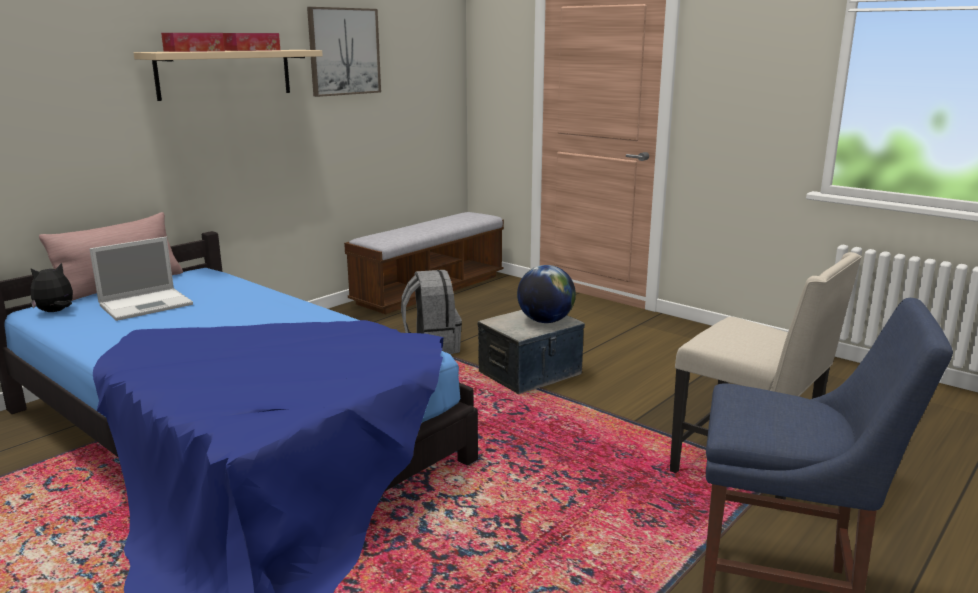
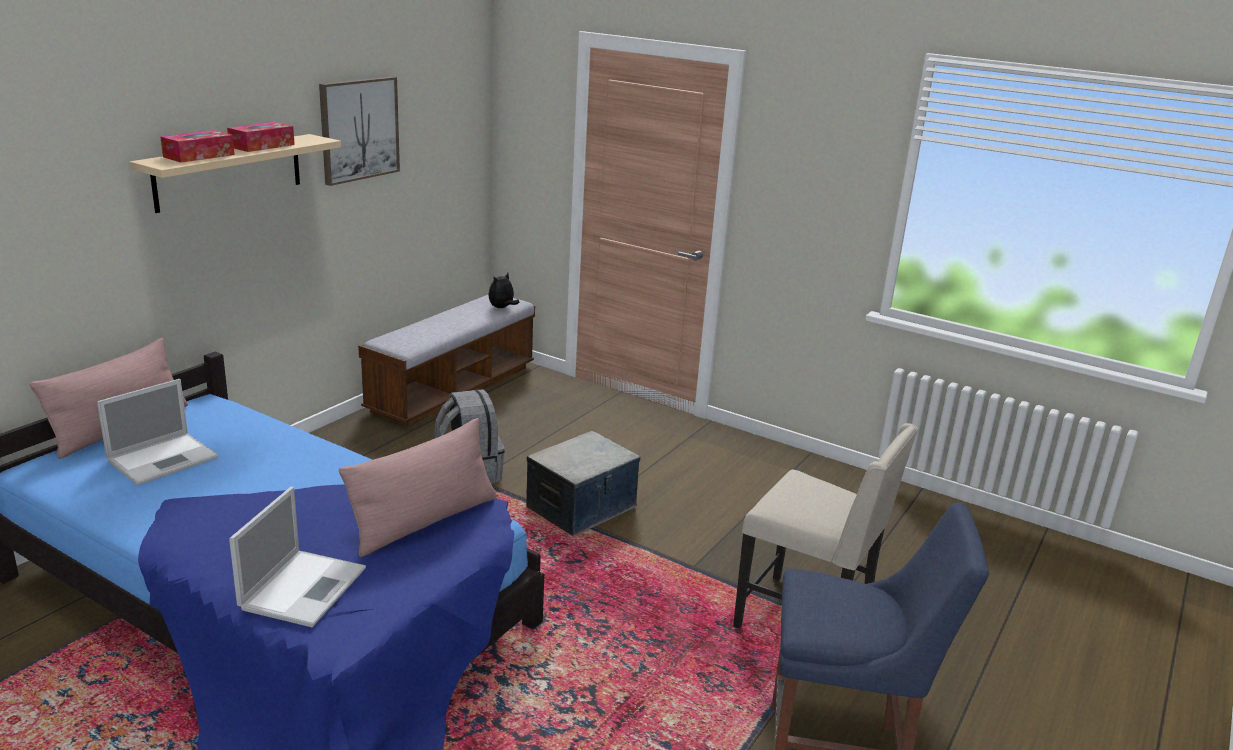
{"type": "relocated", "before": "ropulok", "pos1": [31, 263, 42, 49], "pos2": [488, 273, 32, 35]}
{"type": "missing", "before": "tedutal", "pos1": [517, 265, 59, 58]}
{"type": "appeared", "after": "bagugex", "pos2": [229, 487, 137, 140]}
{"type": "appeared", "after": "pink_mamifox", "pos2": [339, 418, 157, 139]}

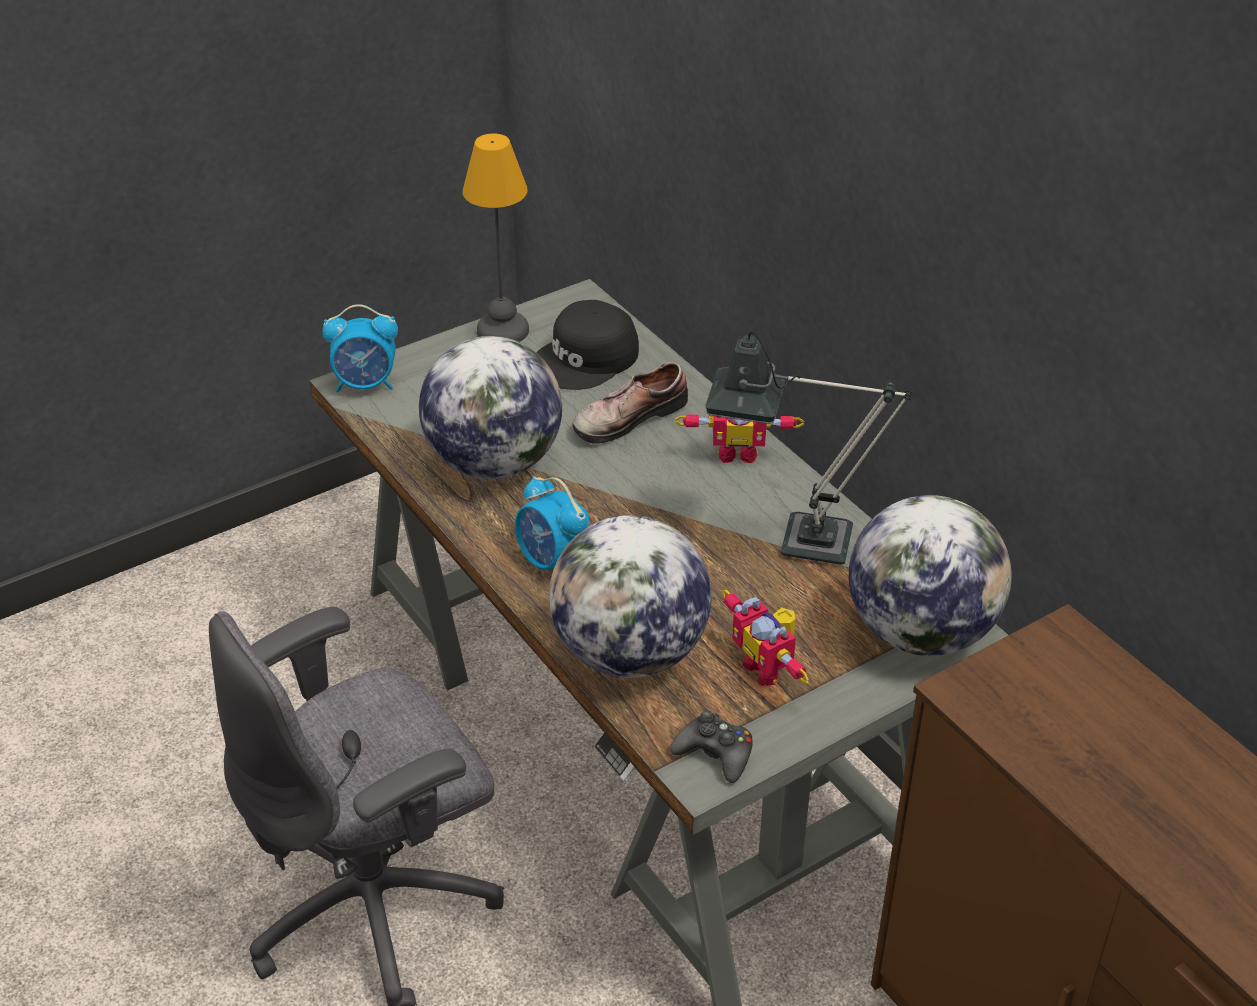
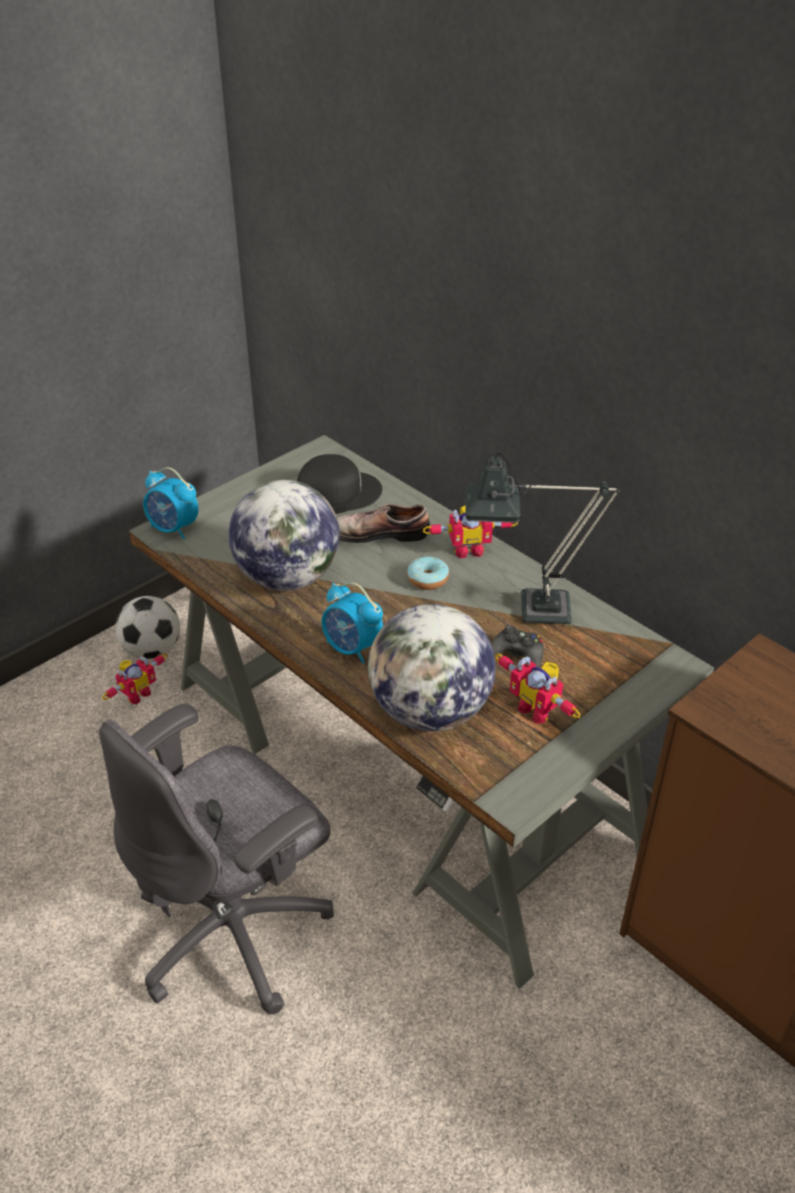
{"type": "spun", "before": "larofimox", "pos1": [323, 304, 75, 88], "pos2": [143, 467, 55, 73], "turn": 45}
{"type": "missing", "before": "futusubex", "pos1": [462, 134, 67, 208]}
{"type": "spun", "before": "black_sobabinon", "pos1": [536, 300, 103, 90], "pos2": [297, 454, 85, 60], "turn": -150}
{"type": "spun", "before": "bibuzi", "pos1": [572, 362, 116, 82], "pos2": [337, 504, 93, 39], "turn": 45}
{"type": "relocated", "before": "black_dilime", "pos1": [670, 710, 83, 73], "pos2": [491, 625, 52, 43]}
{"type": "missing", "before": "tedutal", "pos1": [849, 495, 163, 161]}
{"type": "appeared", "after": "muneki", "pos2": [102, 654, 65, 51]}
{"type": "appeared", "after": "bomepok", "pos2": [115, 596, 65, 63]}
{"type": "appeared", "after": "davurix", "pos2": [407, 556, 42, 34]}

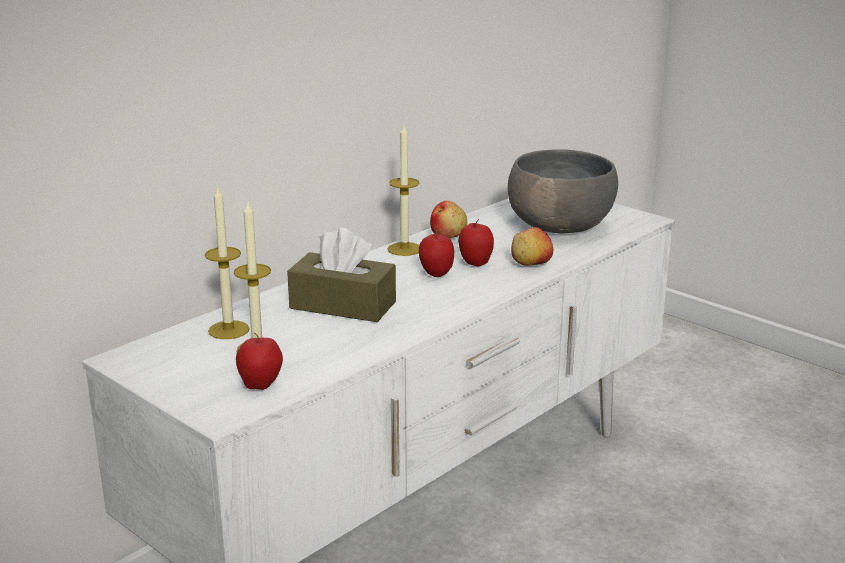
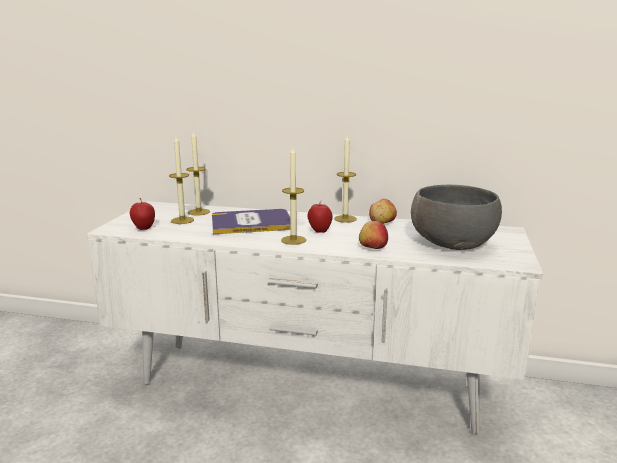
{"type": "exchanged", "before": "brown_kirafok", "after": "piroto", "pos1": [287, 228, 109, 94], "pos2": [212, 209, 78, 25]}
{"type": "missing", "before": "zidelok", "pos1": [458, 219, 36, 47]}
{"type": "appeared", "after": "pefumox", "pos2": [281, 147, 25, 98]}

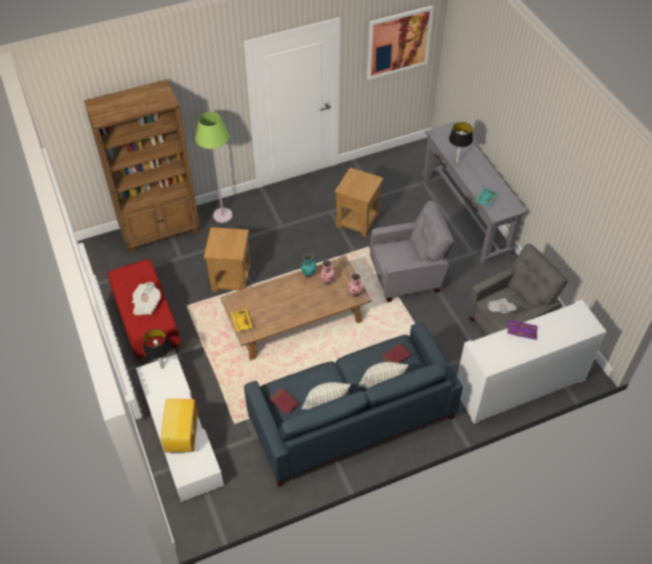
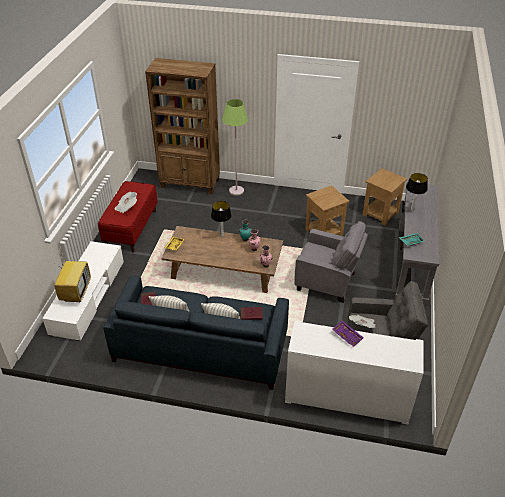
{"type": "relocated", "before": "futusubex", "pos1": [143, 329, 28, 40], "pos2": [211, 201, 21, 36]}
{"type": "spun", "before": "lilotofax", "pos1": [161, 399, 37, 54], "pos2": [55, 249, 36, 54], "turn": 150}
{"type": "relocated", "before": "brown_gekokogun", "pos1": [204, 227, 47, 65], "pos2": [363, 168, 44, 57]}
{"type": "missing", "before": "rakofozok", "pos1": [367, 5, 66, 75]}

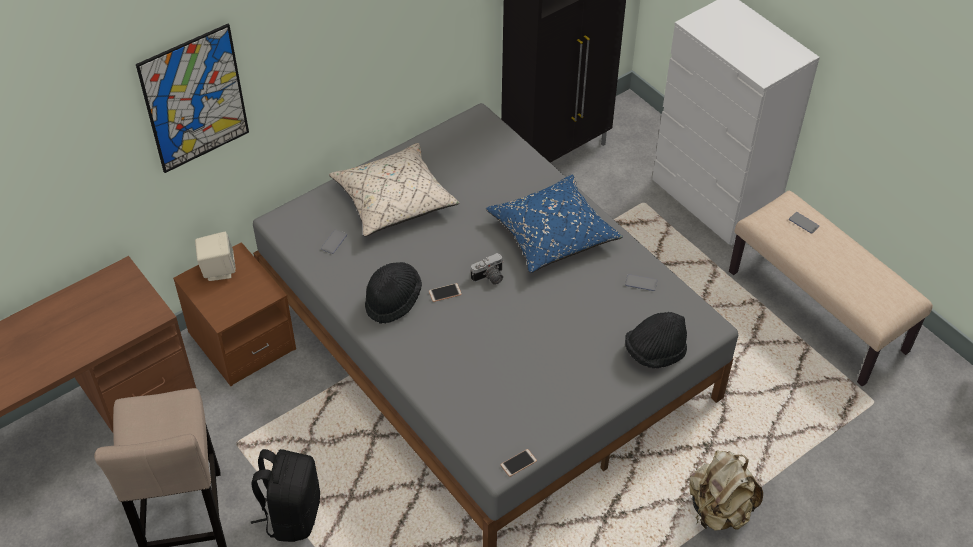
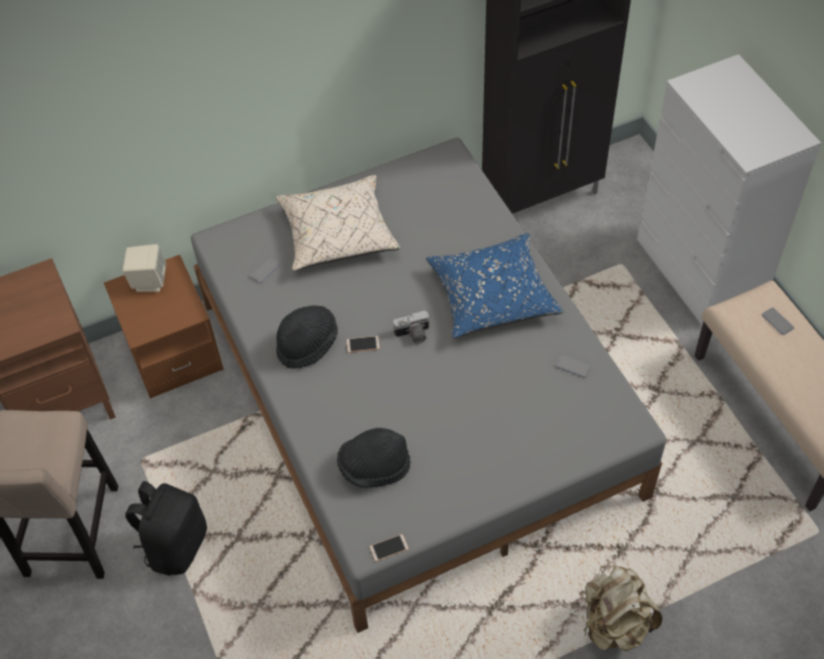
{"type": "missing", "before": "rakofozok", "pos1": [136, 24, 113, 149]}
{"type": "relocated", "before": "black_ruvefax", "pos1": [625, 312, 62, 56], "pos2": [337, 428, 74, 60]}

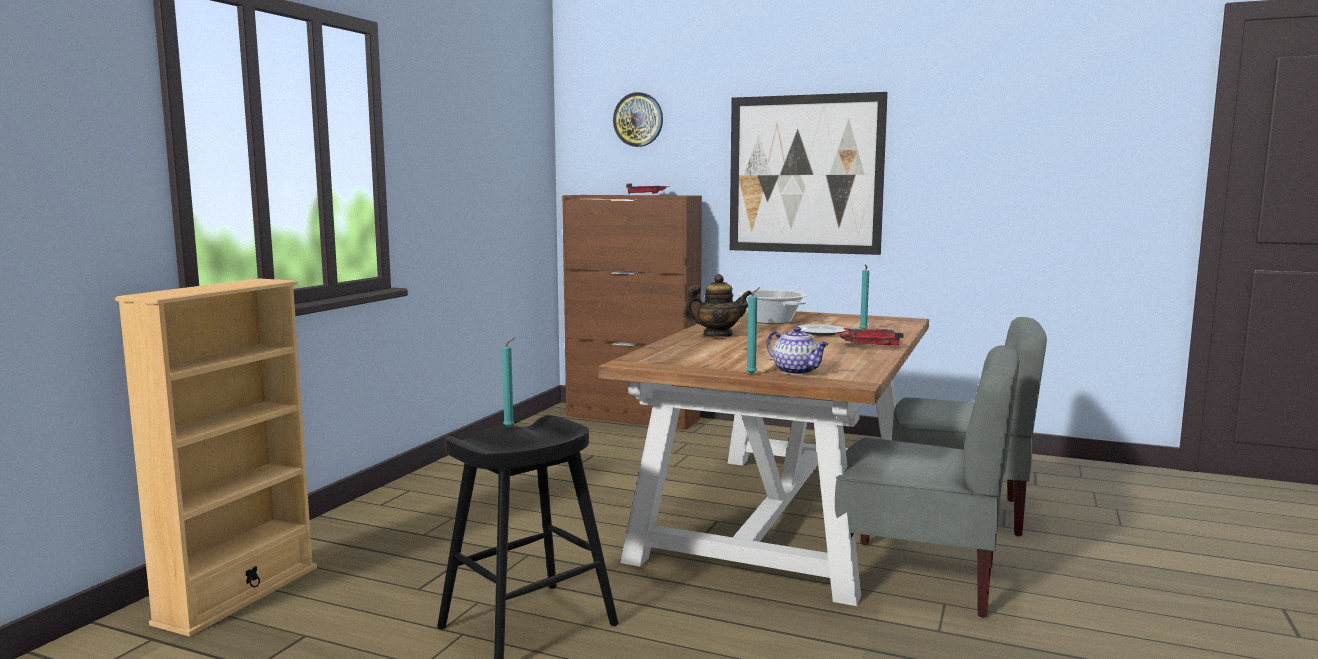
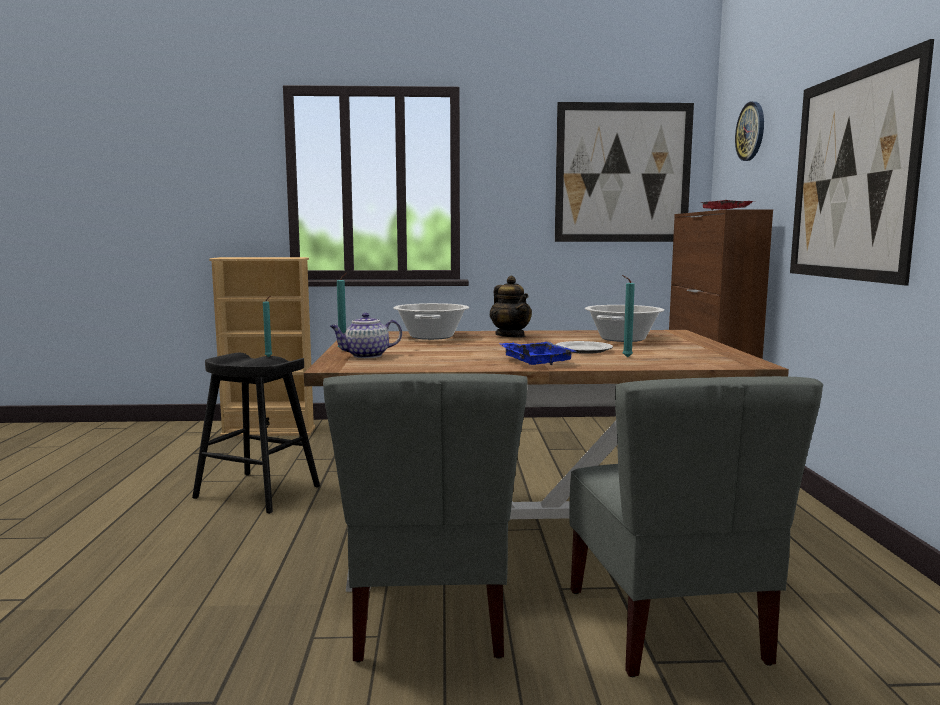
{"type": "spun", "before": "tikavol", "pos1": [767, 326, 61, 49], "pos2": [329, 313, 73, 45], "turn": 45}
{"type": "colour", "before": "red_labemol", "after": "blue_labemol", "pos1": [835, 328, 69, 17], "pos2": [498, 342, 78, 23]}
{"type": "appeared", "after": "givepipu", "pos2": [393, 303, 77, 37]}
{"type": "appeared", "after": "rakofozok", "pos2": [555, 102, 139, 140]}

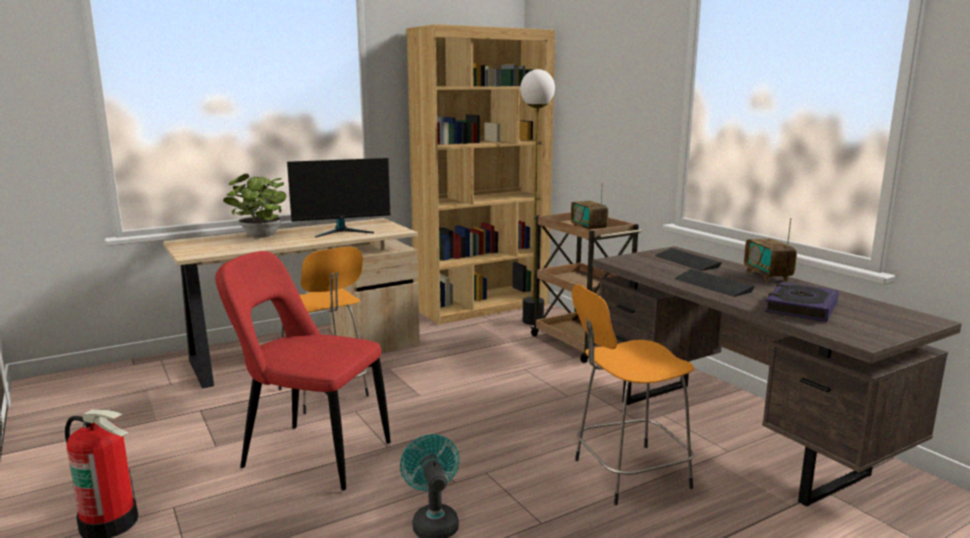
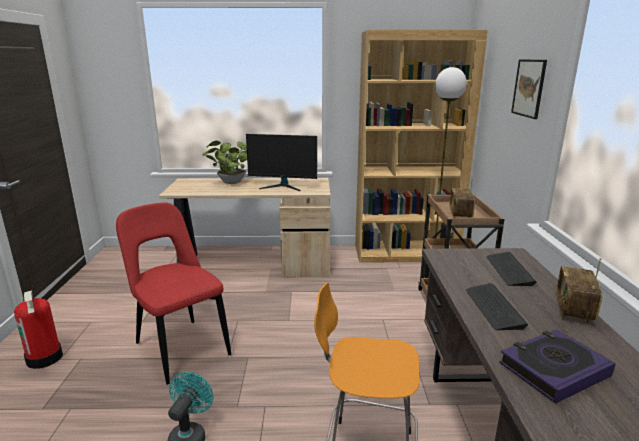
{"type": "missing", "before": "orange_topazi", "pos1": [279, 247, 90, 167]}
{"type": "appeared", "after": "rakofozok", "pos2": [511, 60, 36, 59]}

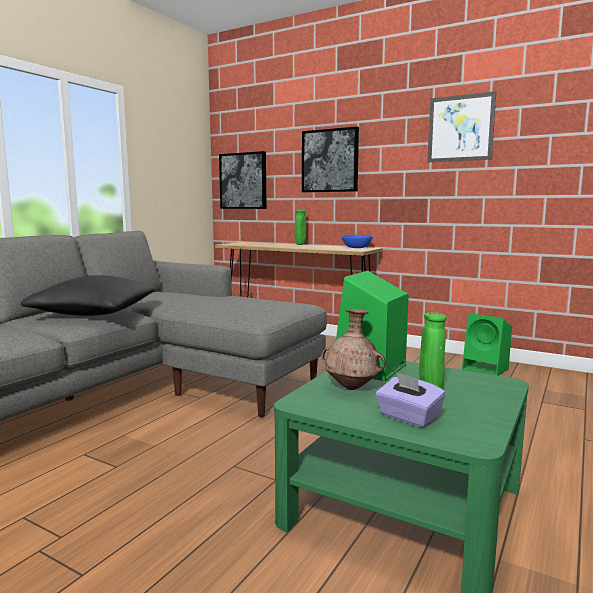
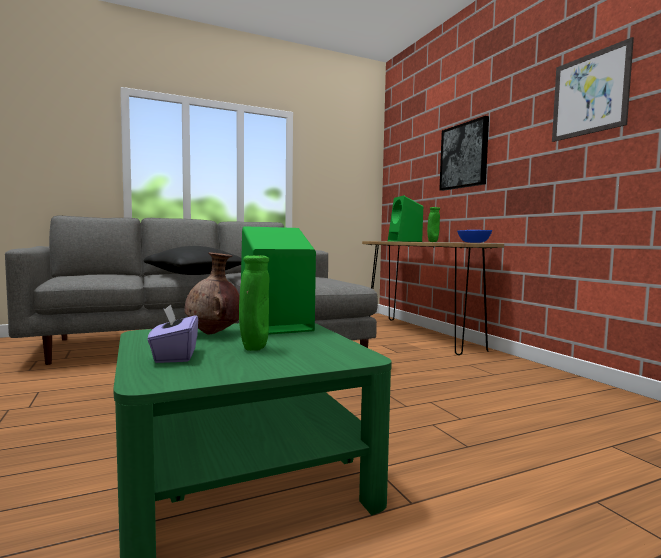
{"type": "missing", "before": "rakofozok", "pos1": [219, 151, 48, 58]}
{"type": "relocated", "before": "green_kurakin", "pos1": [462, 313, 50, 63], "pos2": [388, 196, 35, 46]}

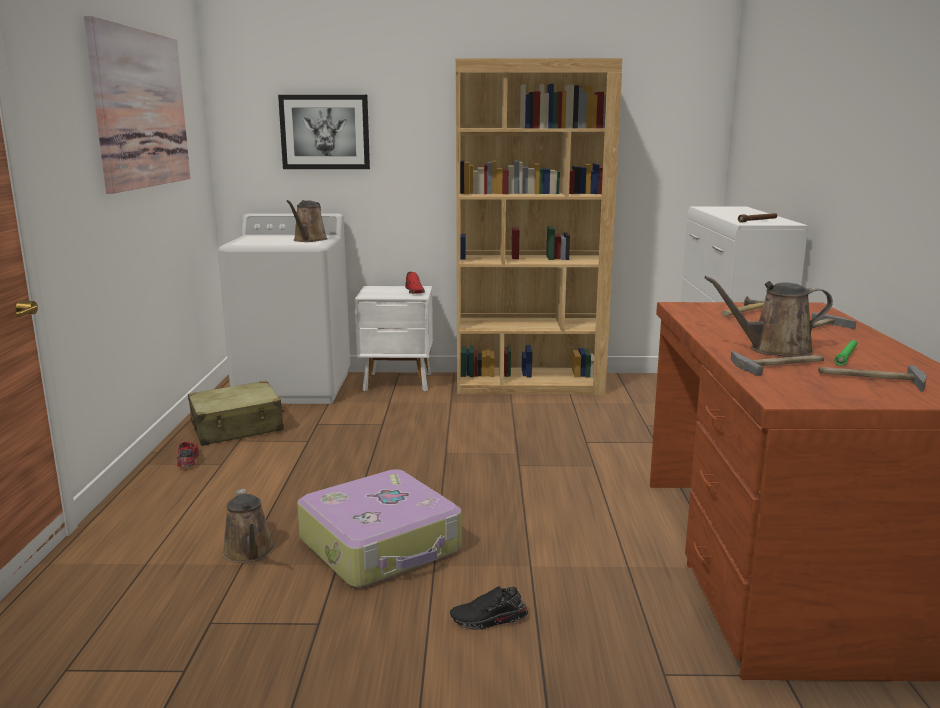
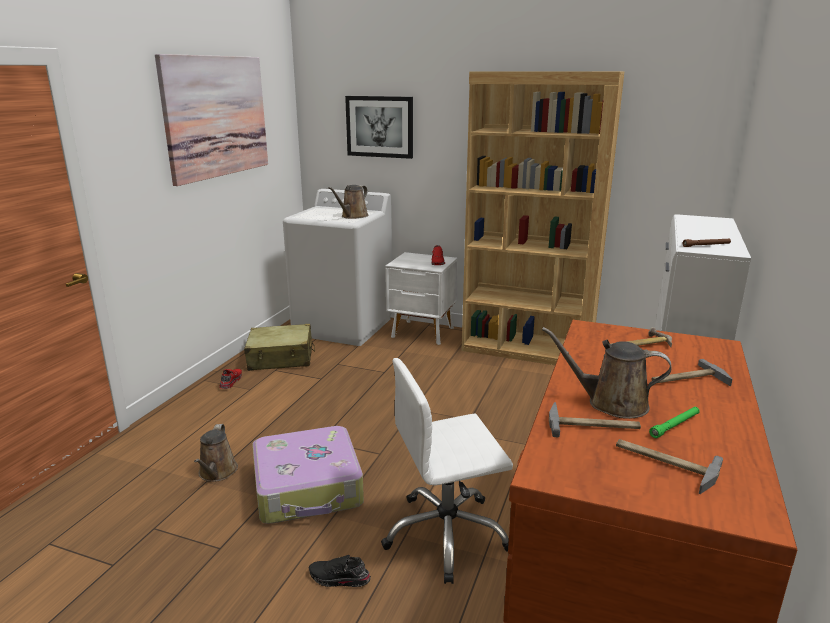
{"type": "appeared", "after": "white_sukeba", "pos2": [381, 358, 132, 226]}

